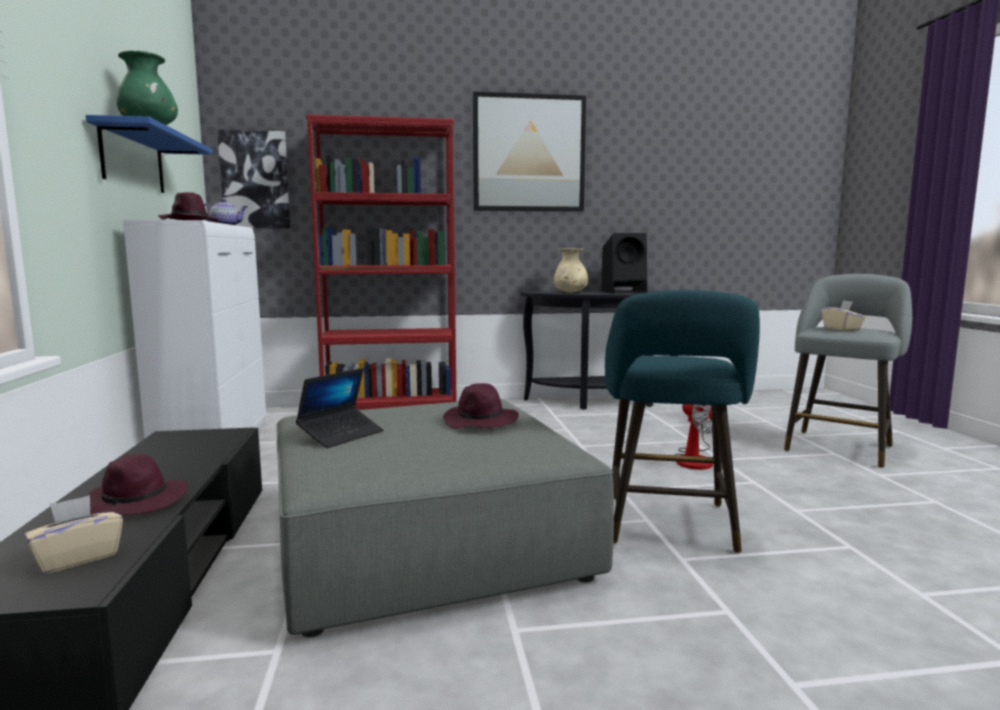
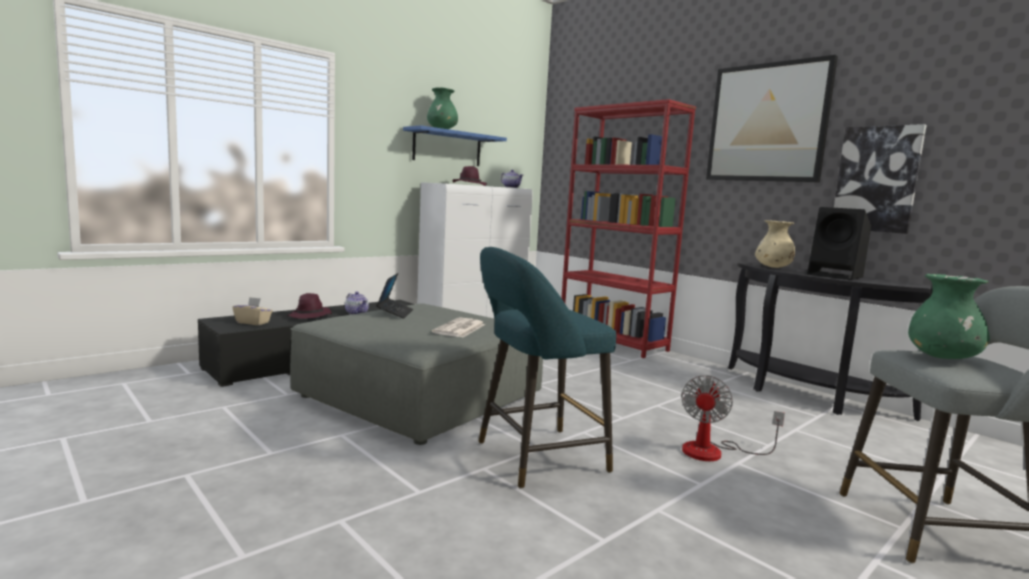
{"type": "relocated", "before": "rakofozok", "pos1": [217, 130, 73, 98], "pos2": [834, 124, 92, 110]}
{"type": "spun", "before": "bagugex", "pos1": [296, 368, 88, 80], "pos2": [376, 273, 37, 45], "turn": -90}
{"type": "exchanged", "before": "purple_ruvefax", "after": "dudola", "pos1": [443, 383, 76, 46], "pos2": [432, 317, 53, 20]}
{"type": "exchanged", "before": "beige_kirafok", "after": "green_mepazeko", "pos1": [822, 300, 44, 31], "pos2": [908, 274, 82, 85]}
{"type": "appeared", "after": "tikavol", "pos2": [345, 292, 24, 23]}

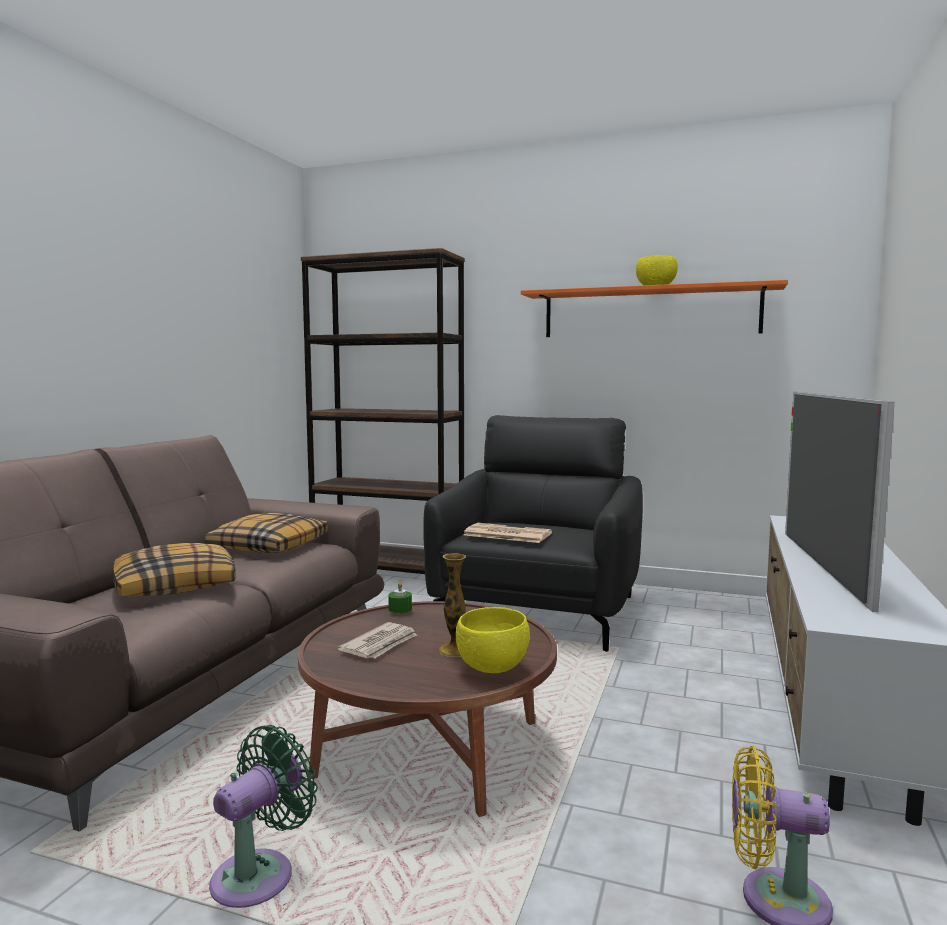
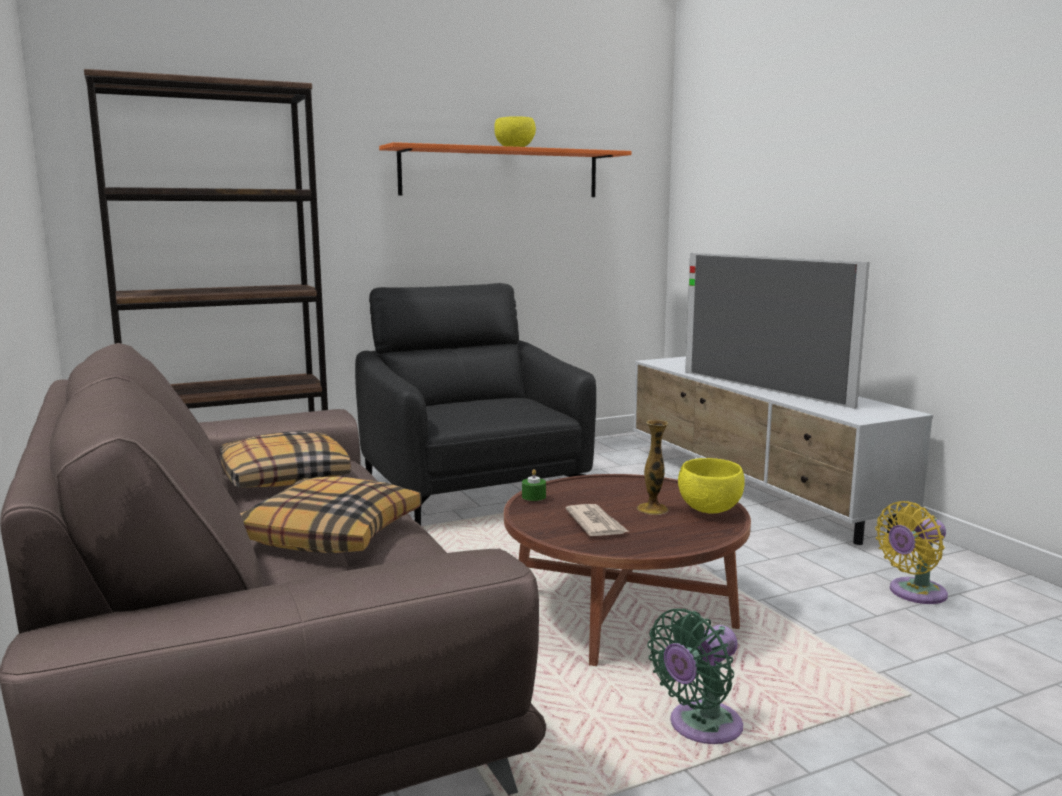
{"type": "spun", "before": "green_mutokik", "pos1": [209, 725, 109, 183], "pos2": [647, 608, 96, 136], "turn": -120}
{"type": "missing", "before": "dudola", "pos1": [463, 523, 89, 20]}

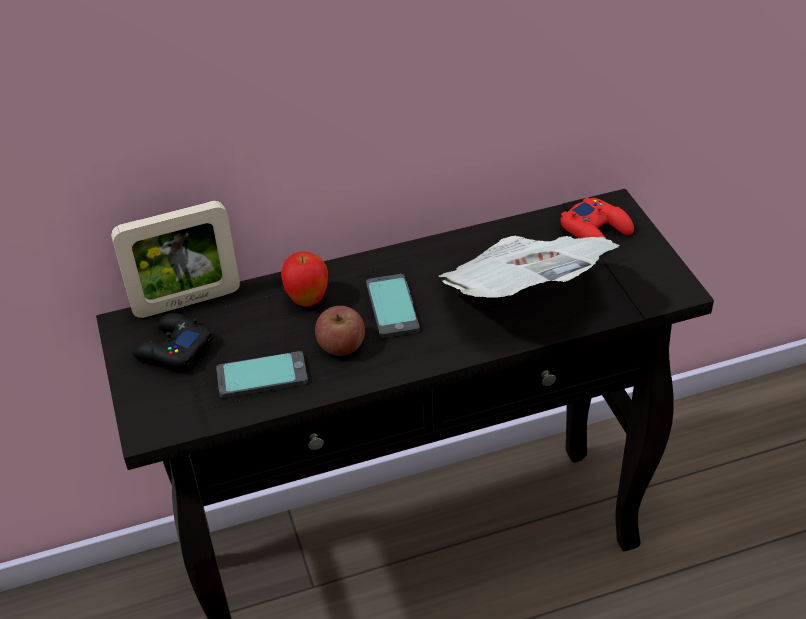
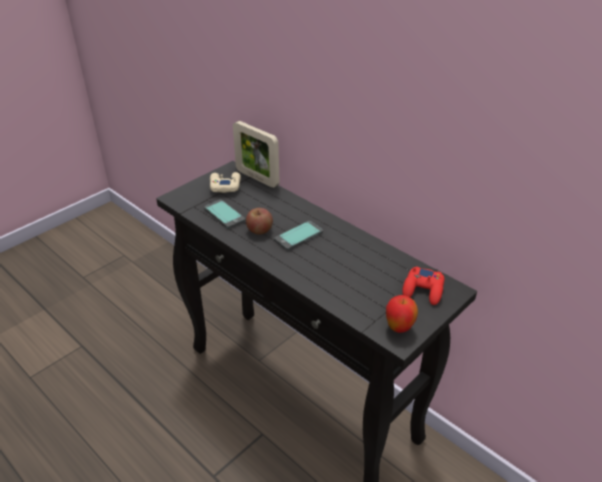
{"type": "colour", "before": "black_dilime", "after": "beige_dilime", "pos1": [133, 313, 80, 57], "pos2": [210, 172, 31, 21]}
{"type": "relocated", "before": "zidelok", "pos1": [281, 251, 47, 56], "pos2": [386, 295, 32, 38]}
{"type": "missing", "before": "dudola", "pos1": [439, 236, 180, 62]}

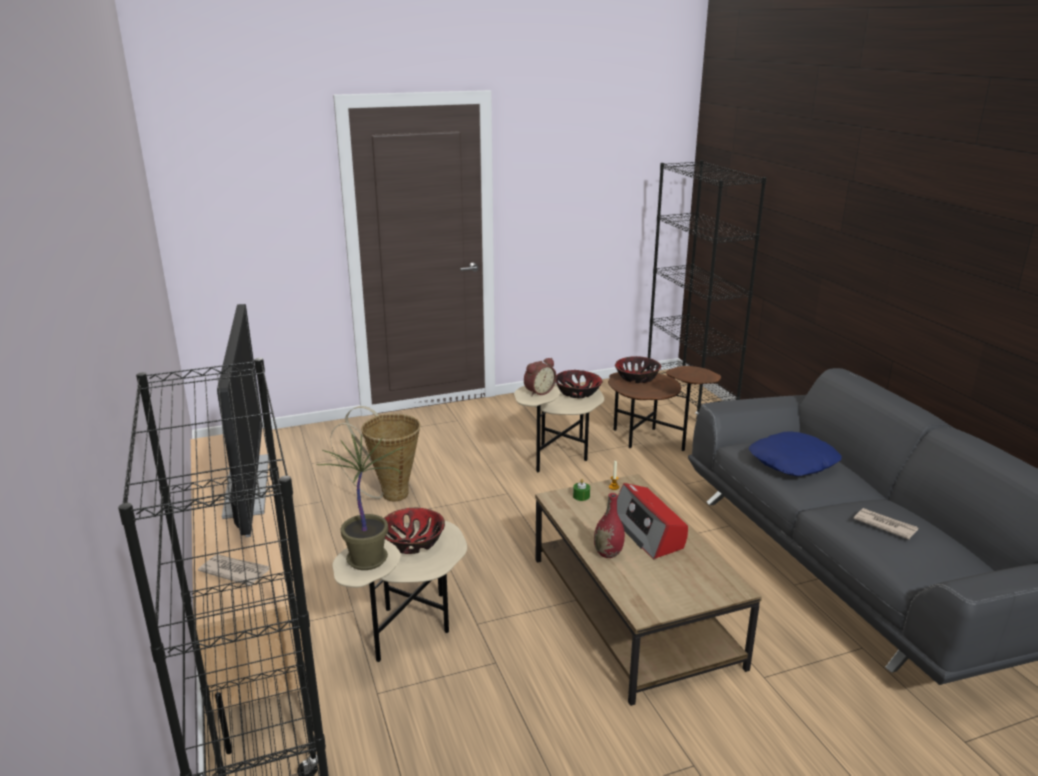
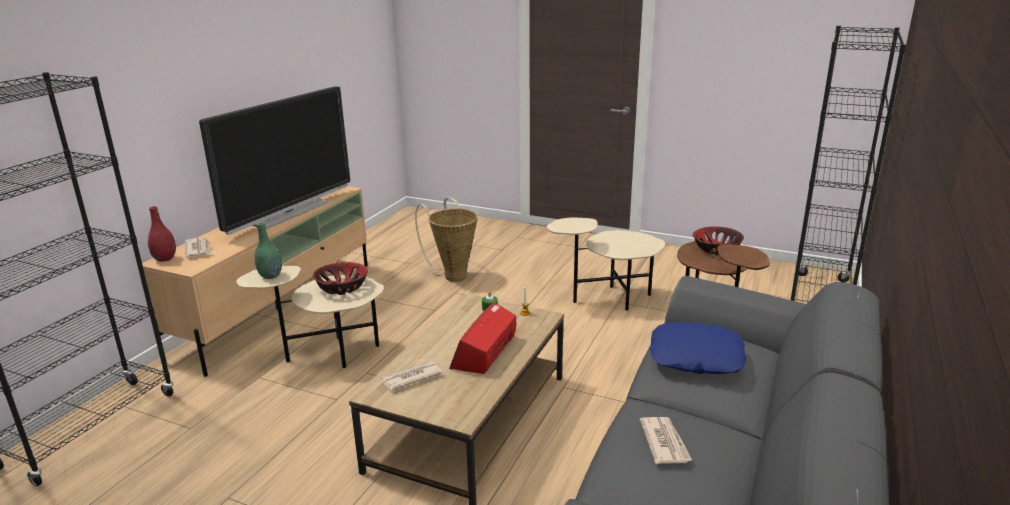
{"type": "exchanged", "before": "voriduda", "after": "green_mepazeko", "pos1": [316, 434, 91, 136], "pos2": [255, 223, 27, 56]}
{"type": "missing", "before": "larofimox", "pos1": [524, 358, 33, 38]}
{"type": "missing", "before": "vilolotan", "pos1": [556, 370, 46, 28]}
{"type": "relocated", "before": "red_mepazeko", "pos1": [594, 493, 31, 65], "pos2": [148, 206, 28, 56]}
{"type": "appeared", "after": "dudola", "pos2": [380, 361, 62, 30]}

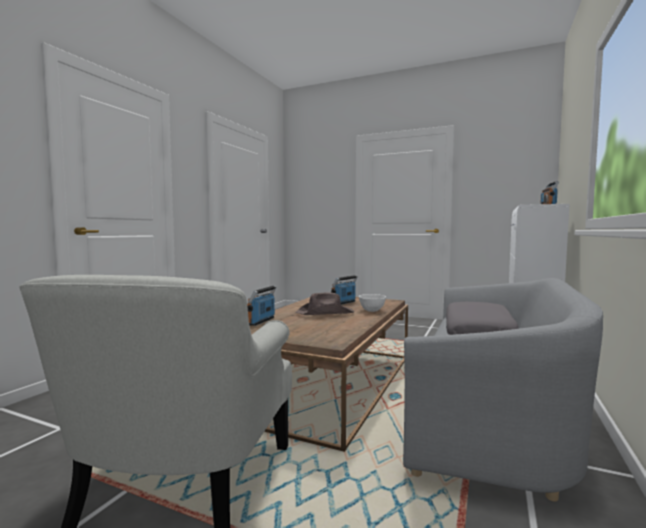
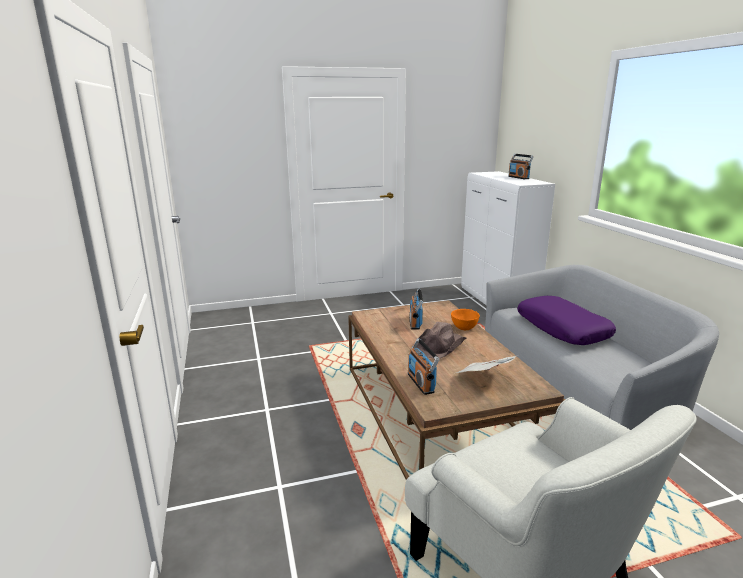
{"type": "colour", "before": "white_vilolotan", "after": "orange_vilolotan", "pos1": [359, 294, 27, 18], "pos2": [451, 309, 29, 21]}
{"type": "colour", "before": "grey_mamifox", "after": "purple_mamifox", "pos1": [446, 302, 73, 33], "pos2": [517, 296, 99, 49]}
{"type": "appeared", "after": "dudola", "pos2": [456, 356, 60, 17]}

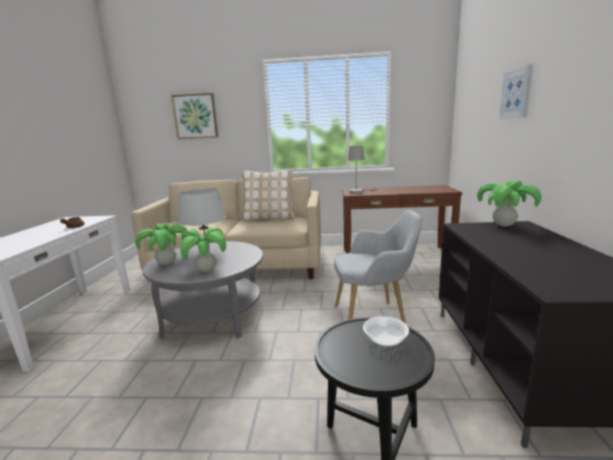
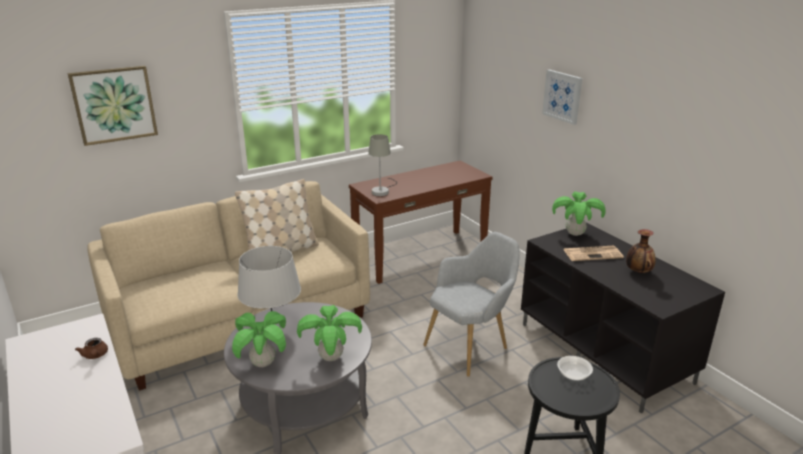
{"type": "appeared", "after": "dudola", "pos2": [563, 246, 61, 15]}
{"type": "appeared", "after": "mepazeko", "pos2": [626, 229, 30, 44]}

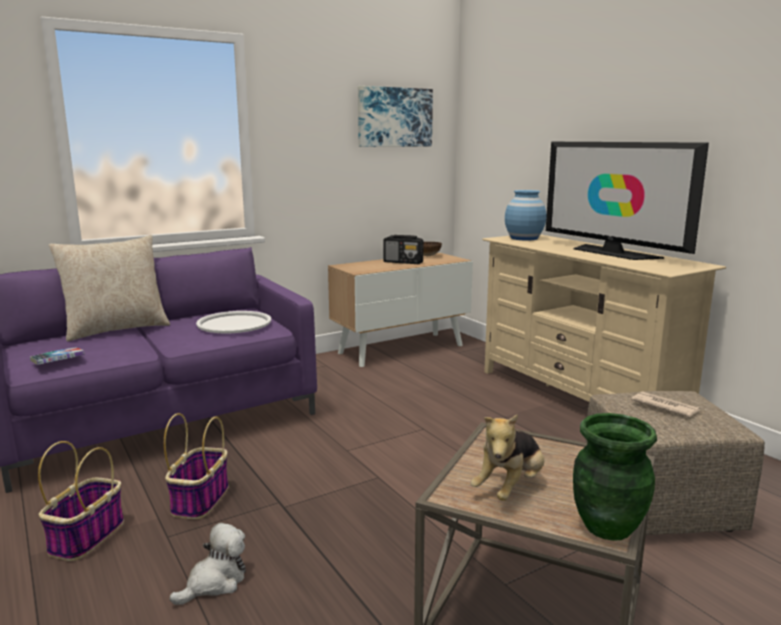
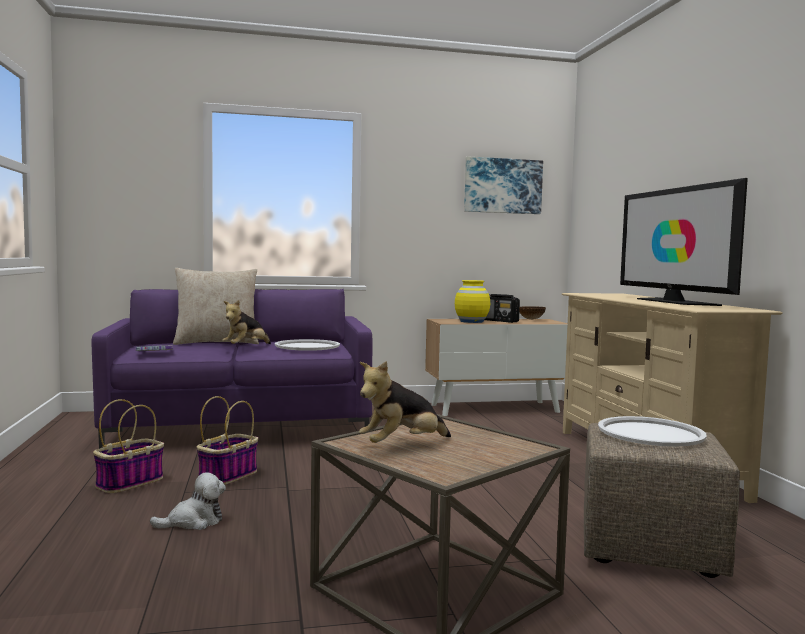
{"type": "missing", "before": "blue_mepazeko", "pos1": [505, 190, 41, 51]}
{"type": "missing", "before": "green_mepazeko", "pos1": [573, 413, 84, 128]}
{"type": "exchanged", "before": "dudola", "after": "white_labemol", "pos1": [631, 391, 70, 26], "pos2": [598, 416, 109, 31]}
{"type": "appeared", "after": "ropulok", "pos2": [222, 300, 49, 44]}
{"type": "appeared", "after": "yellow_mepazeko", "pos2": [455, 280, 35, 43]}

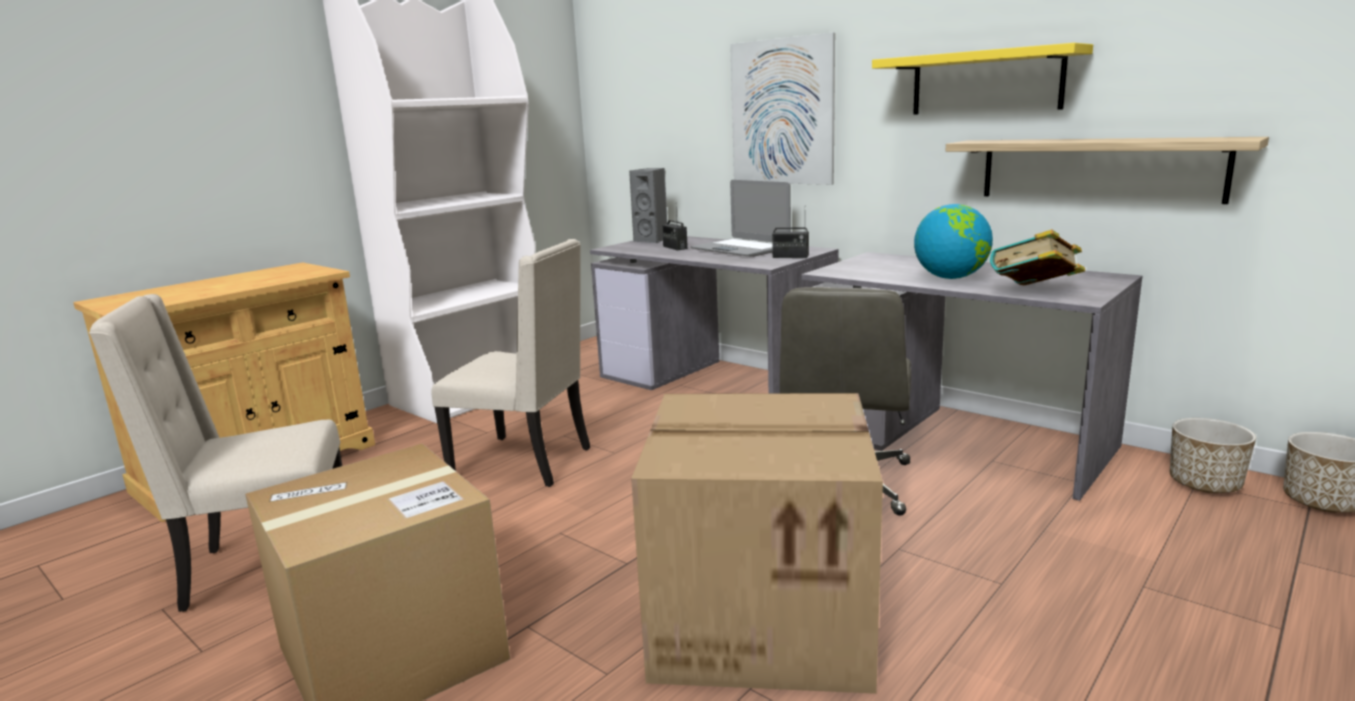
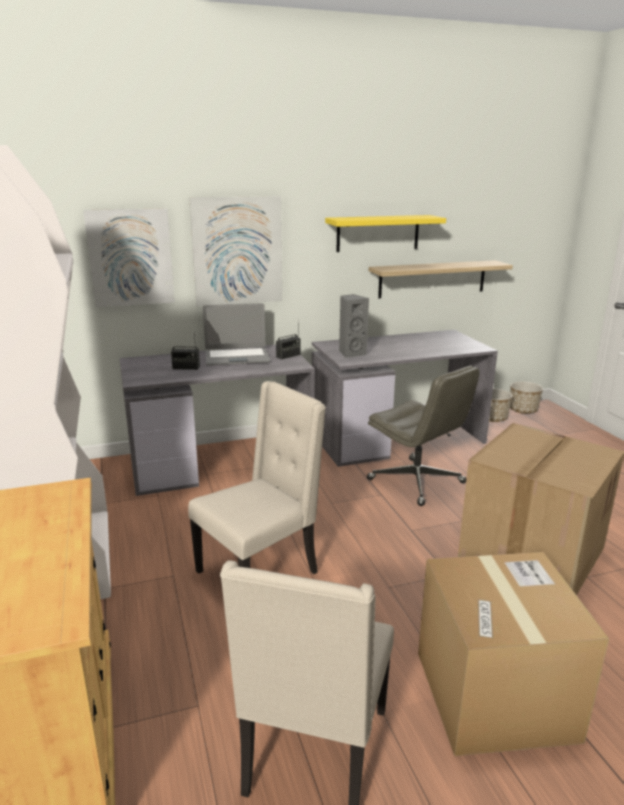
{"type": "relocated", "before": "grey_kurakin", "pos1": [629, 168, 38, 75], "pos2": [339, 294, 30, 64]}
{"type": "missing", "before": "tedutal", "pos1": [914, 204, 79, 75]}
{"type": "missing", "before": "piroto", "pos1": [990, 229, 95, 56]}
{"type": "appeared", "after": "rakofozok", "pos2": [83, 208, 92, 99]}

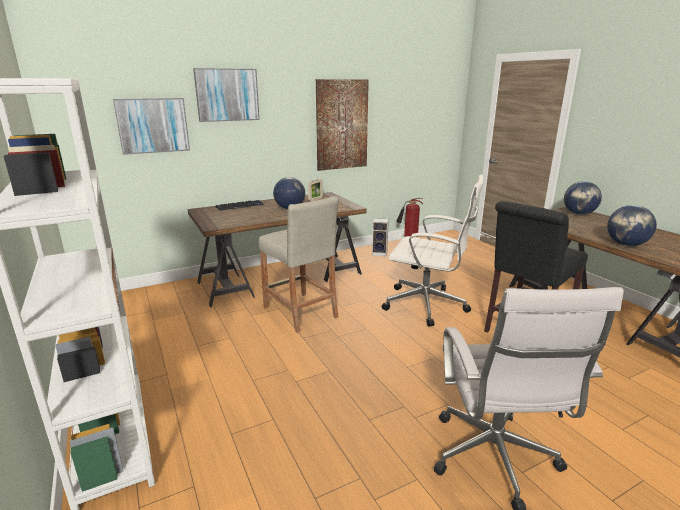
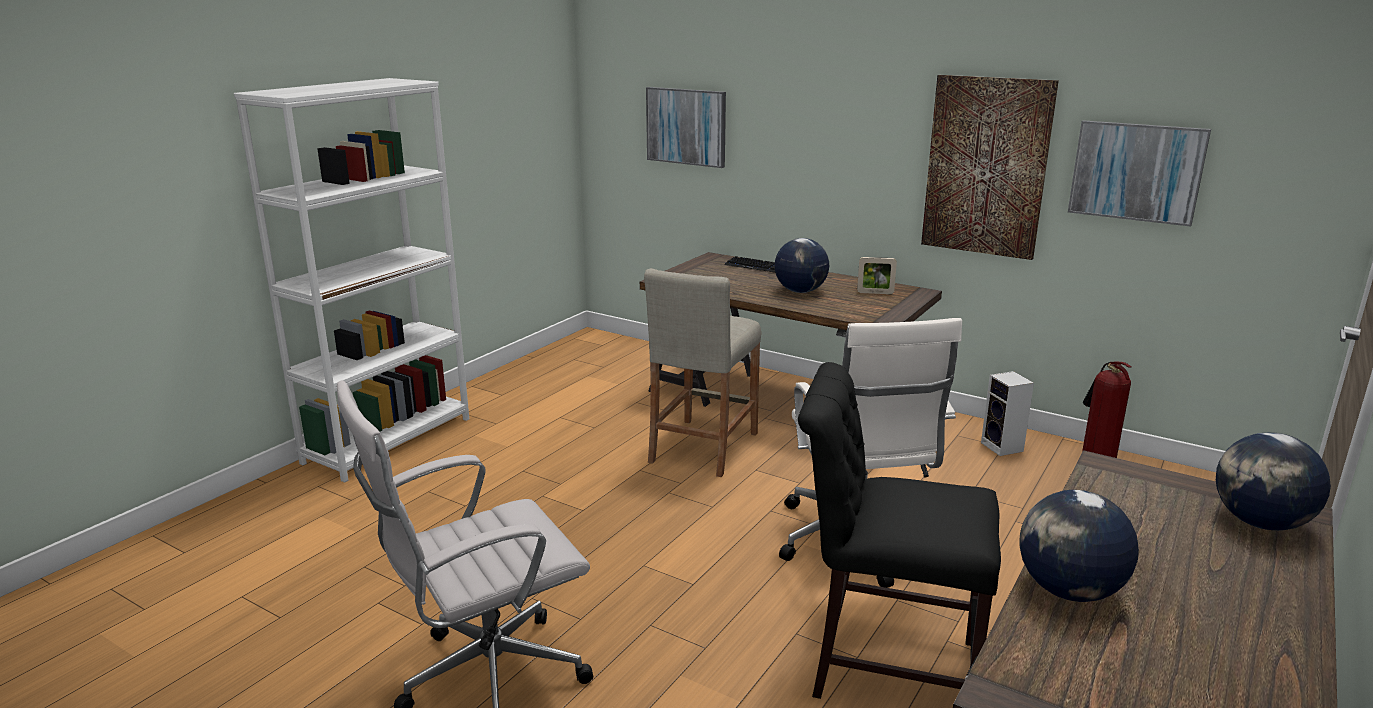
{"type": "relocated", "before": "rakofozok", "pos1": [193, 68, 67, 54], "pos2": [1068, 120, 143, 107]}

